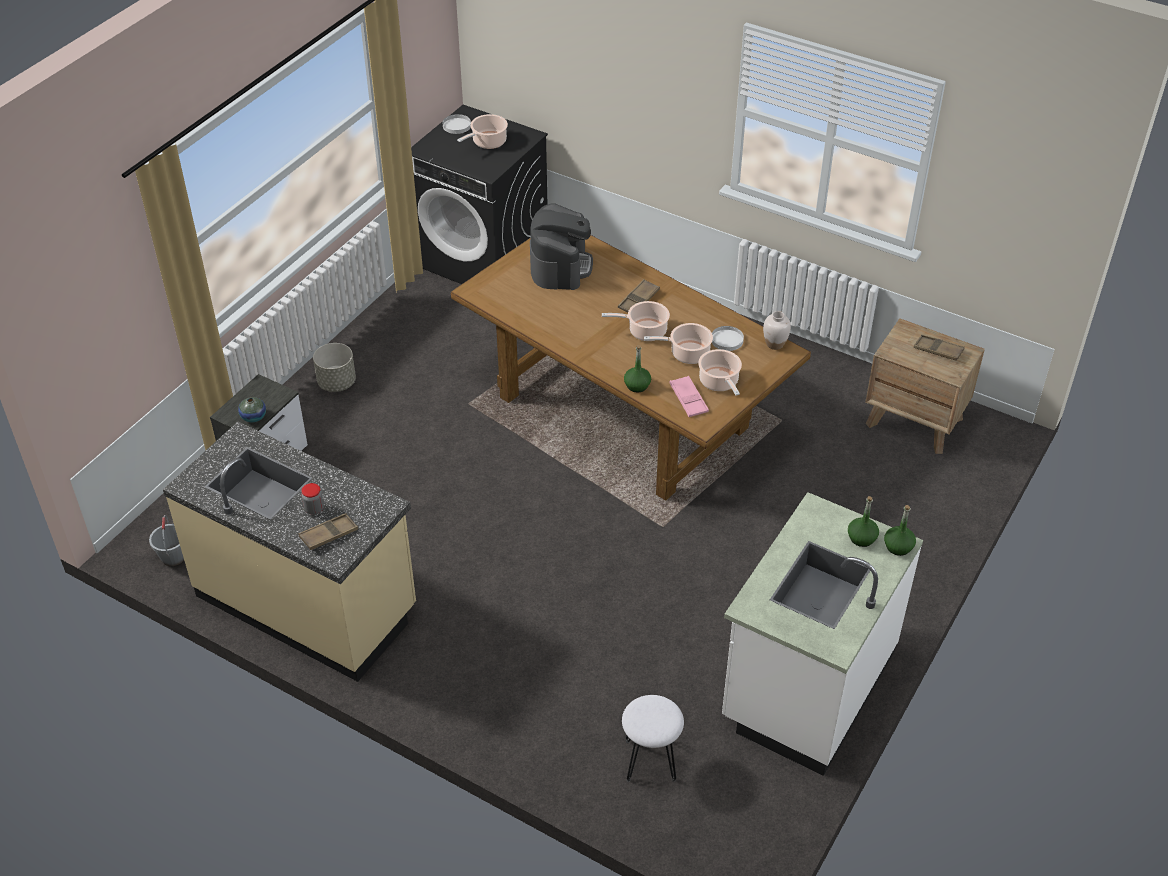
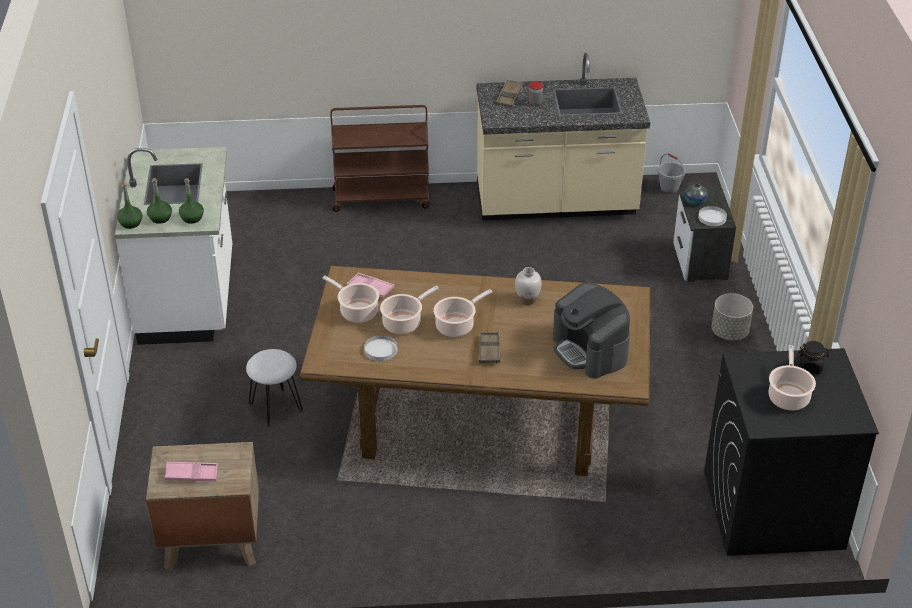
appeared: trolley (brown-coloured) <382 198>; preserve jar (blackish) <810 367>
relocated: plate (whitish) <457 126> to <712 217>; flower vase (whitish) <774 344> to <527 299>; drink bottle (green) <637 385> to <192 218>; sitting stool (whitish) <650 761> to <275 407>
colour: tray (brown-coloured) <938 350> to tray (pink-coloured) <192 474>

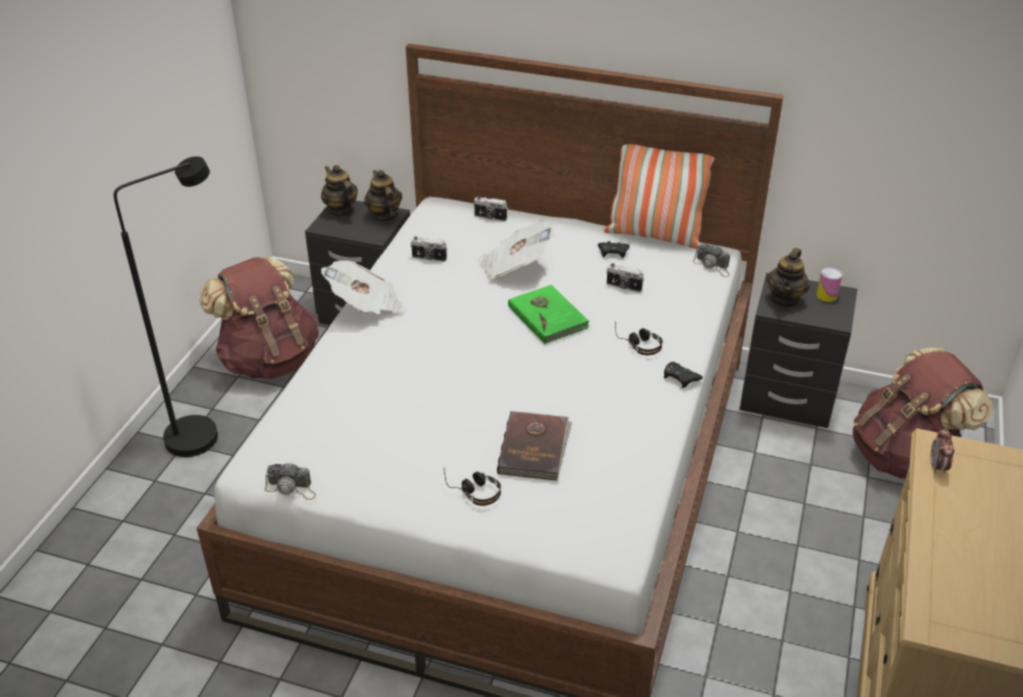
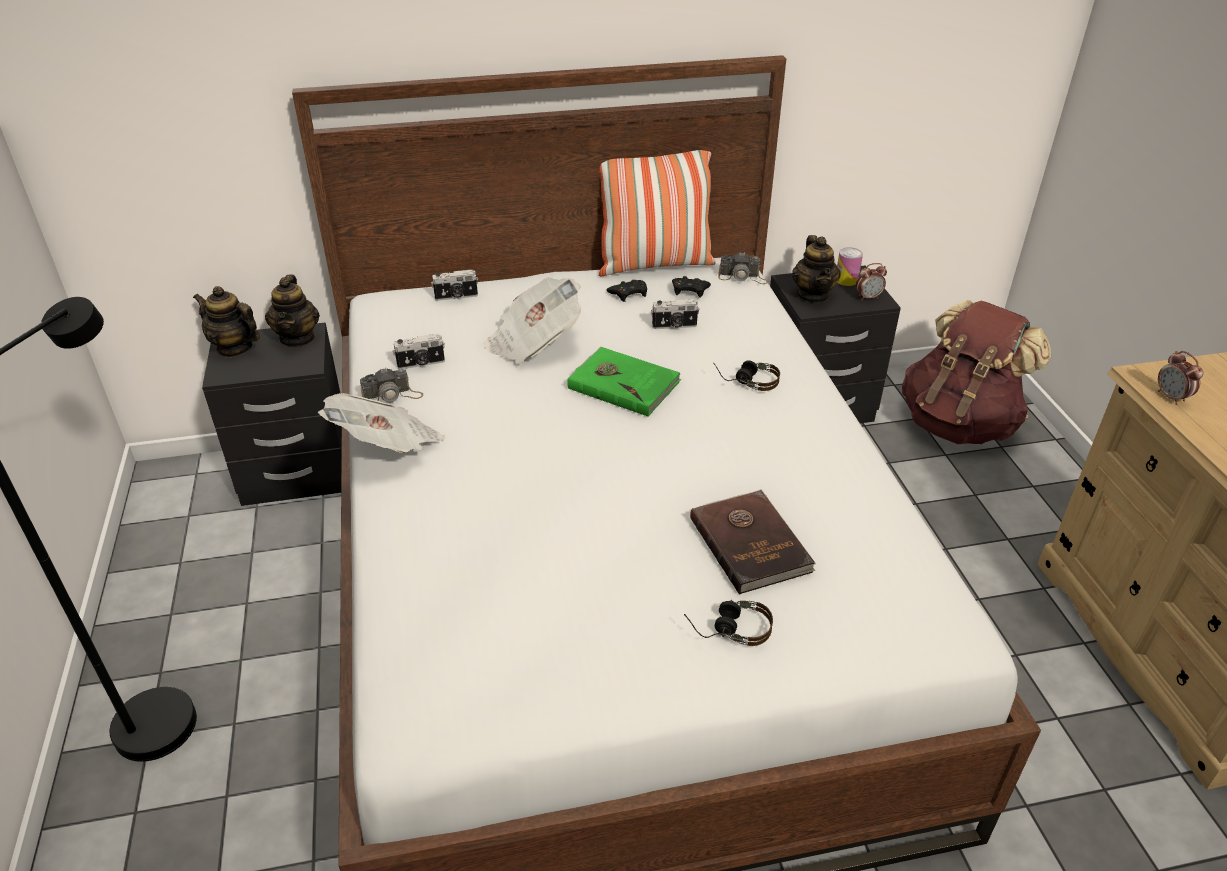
missing: knapsack (brown-coloured) <269 360>
appeared: alarm clock <868 297>
relocated: joypad (blackish) <680 377> to <689 290>; still camera <291 488> to <392 396>
spun: pot for tea <384 216> = <298 338> 135 degrees counterclockwise

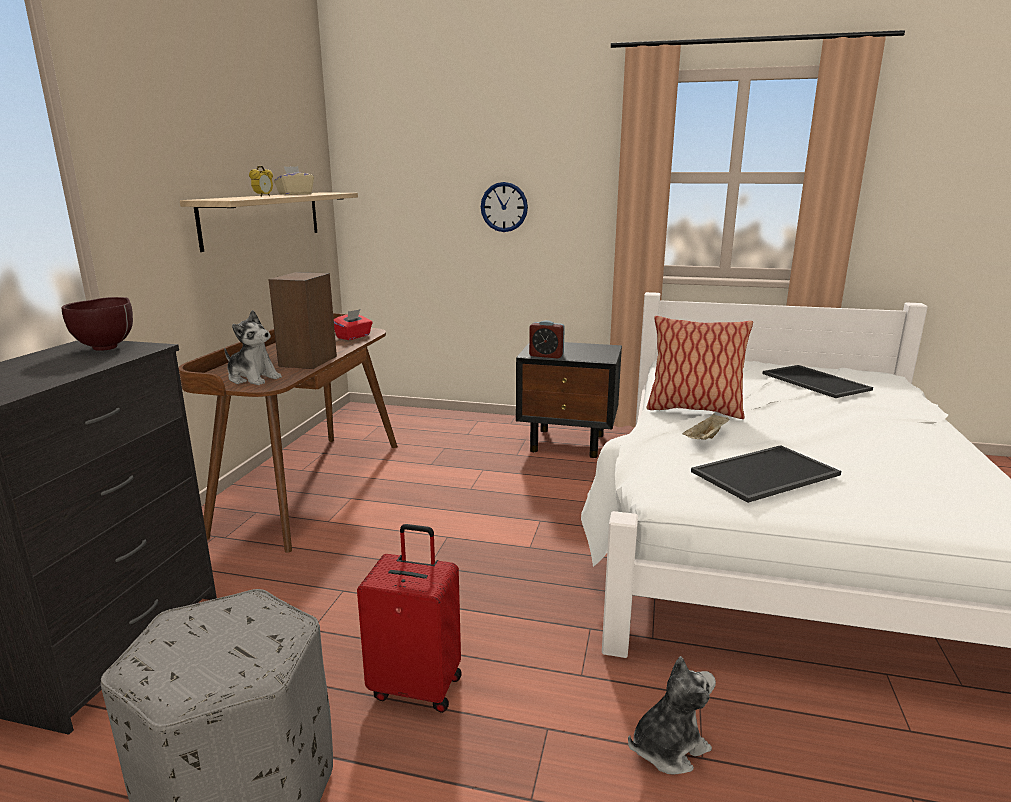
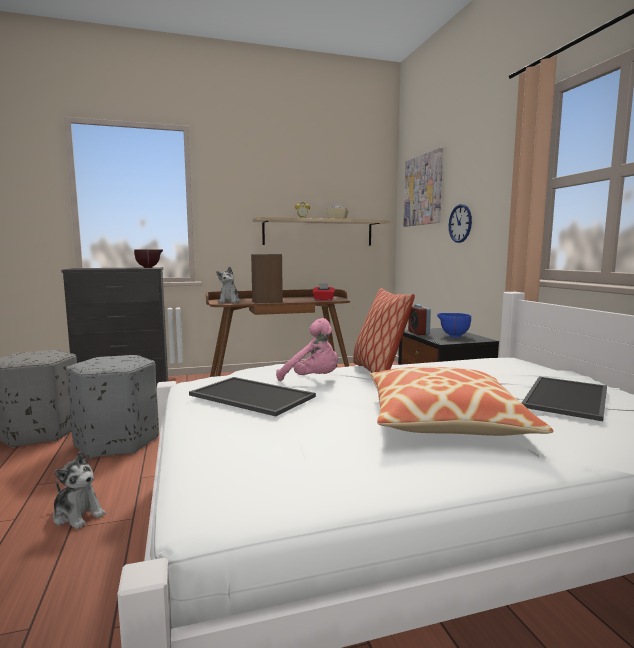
appeared: picture <423 190>; bowl (blue-coloured) <453 336>; pillow <444 420>
exchanged: tray (beige) <706 439> to plush toy (pink-coloured) <313 380>; piece of luggage (reddish) <417 686> to pouffe (greyish) <117 442>

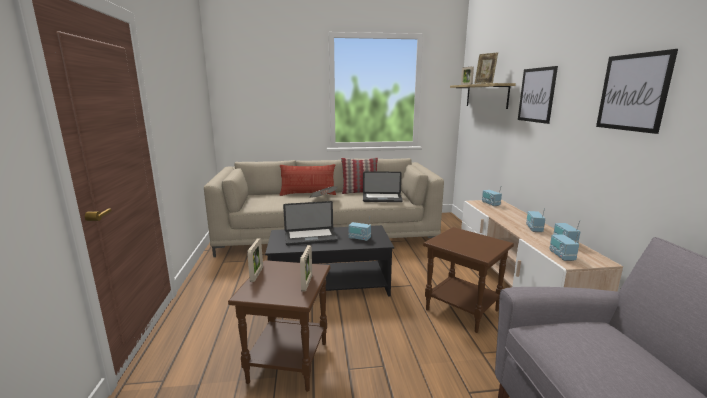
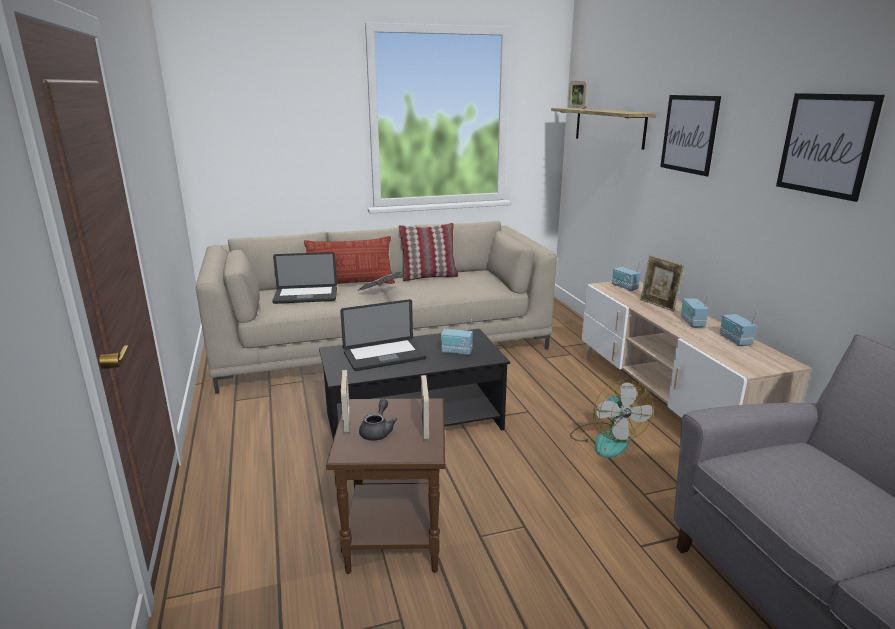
missing: radio <561 256>
appeared: pot for tea (greyish) <378 431>
relocated: standing frame <484 83> to <658 305>; notebook computer <382 198> to <306 296>
exchanged: accent table (brown-coloured) <463 310> to fan <606 439>

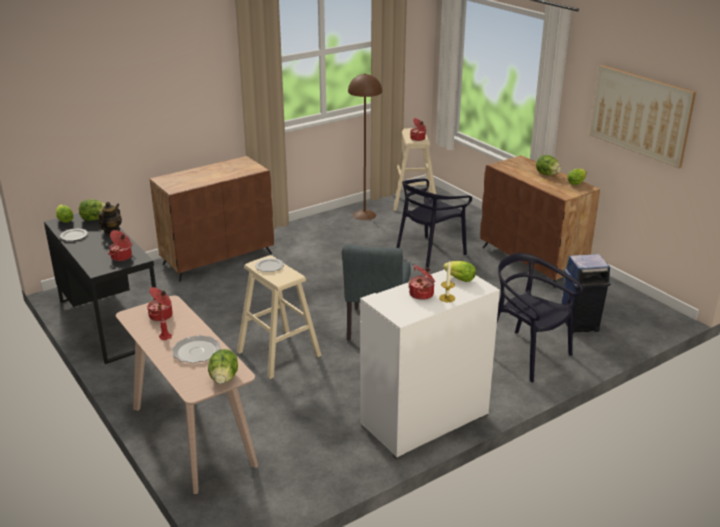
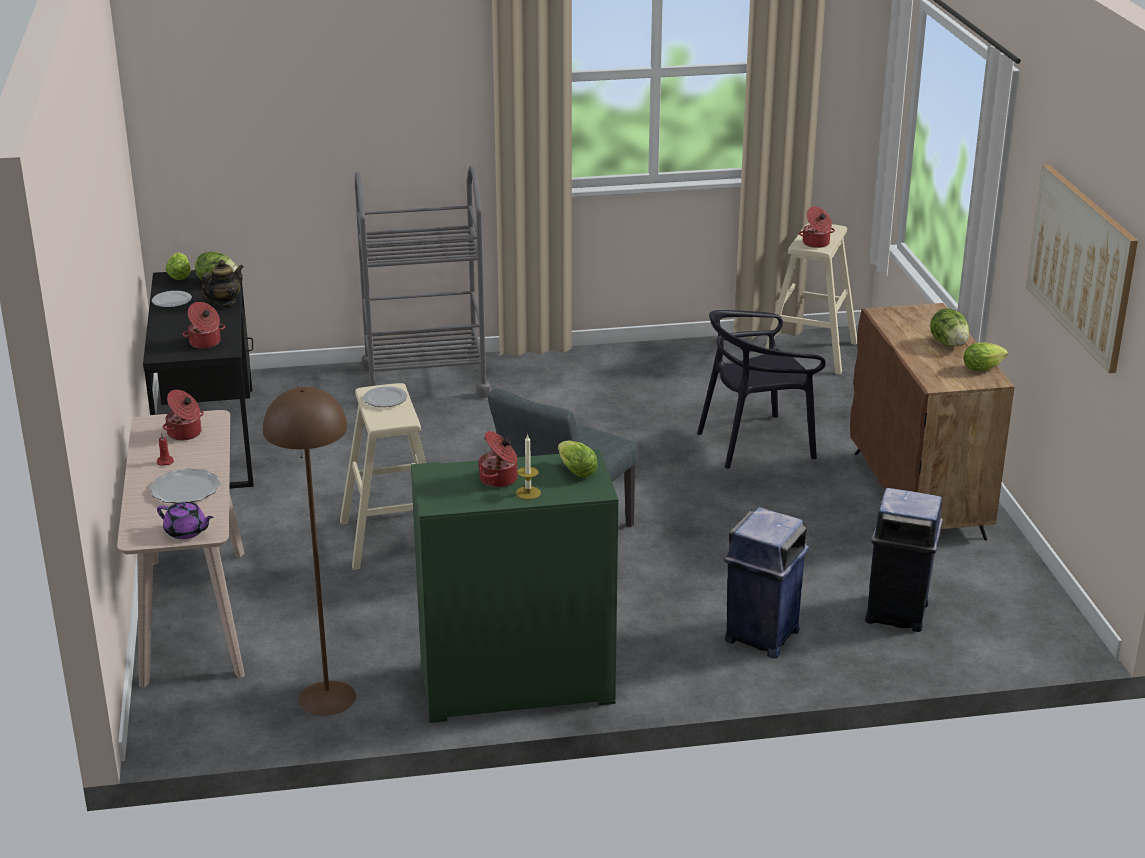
relocated: standard lamp (brown-coloured) <365 215> to <328 698>
exchanged: cabinet (brown-coloured) <218 258> to trolley (greyish) <425 381>; upright chair (blackish) <527 355> to trash can (blue-coloured) <761 636>; head of lettuce <224 379> to pot for tea (purplish) <186 532>
colour: cabinet (whitish) <424 421> to cabinet (green) <515 685>

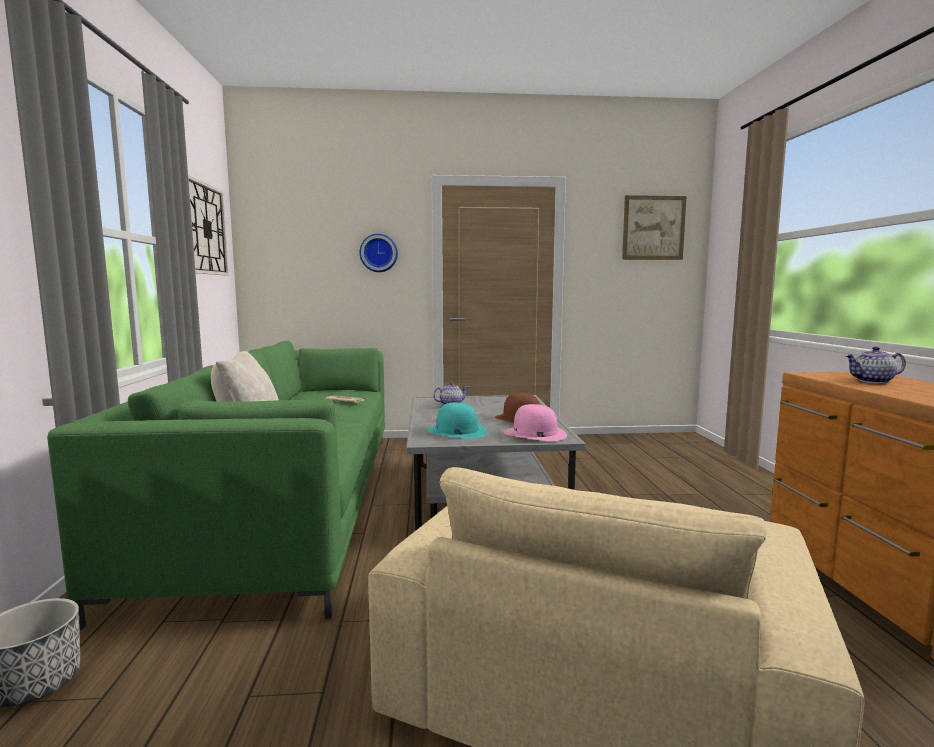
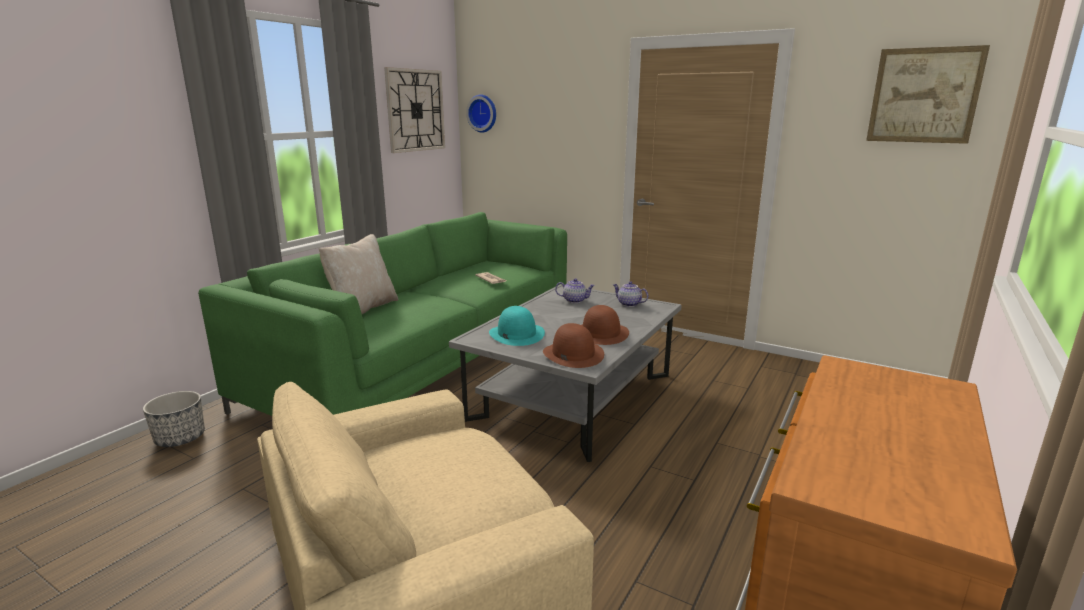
relocated: clock on the wall <378 253> to <483 113>; pot for tea <873 381> to <628 304>
colour: wearable hat (pink-coloured) <534 433> to wearable hat (brown-coloured) <573 354>

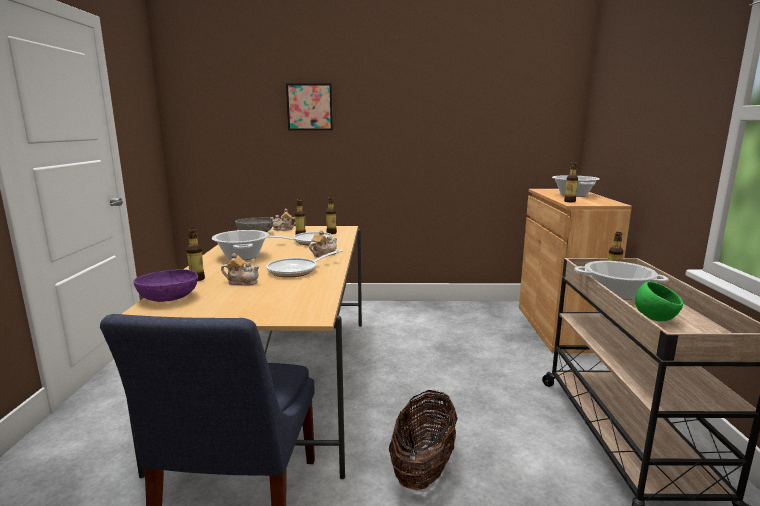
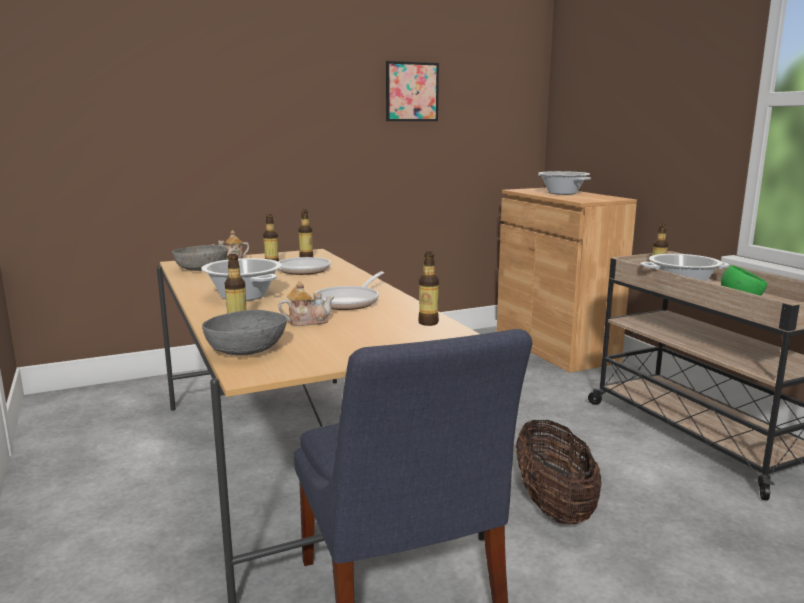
missing: pot for tea <323 254>
relocated: picture <309 107> to <412 92>; drink bottle <569 201> to <428 323>
colour: bowl (purplish) <169 298> to bowl (greyish) <247 350>

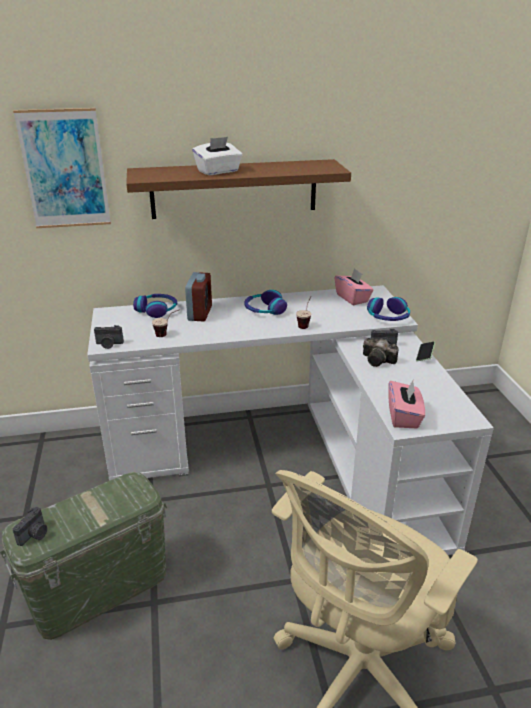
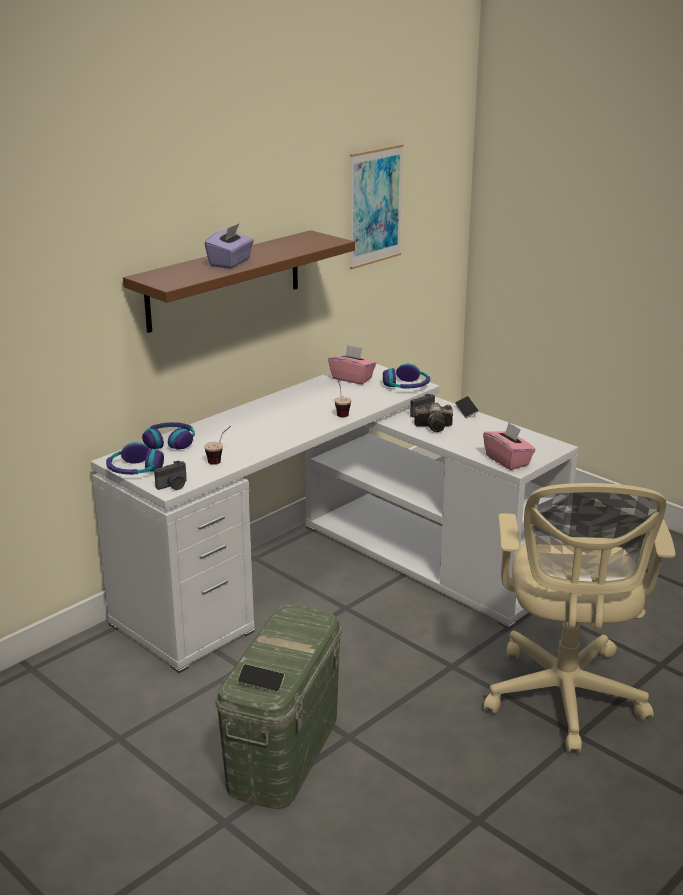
missing: alarm clock <200 313>
relocated: picture <65 169> to <375 206>; pair of headphones <264 310> to <134 470>
exchanged: still camera <34 535> to telephone <261 683>
colour: tissue box (whitish) <218 171> to tissue box (purplish) <230 263>

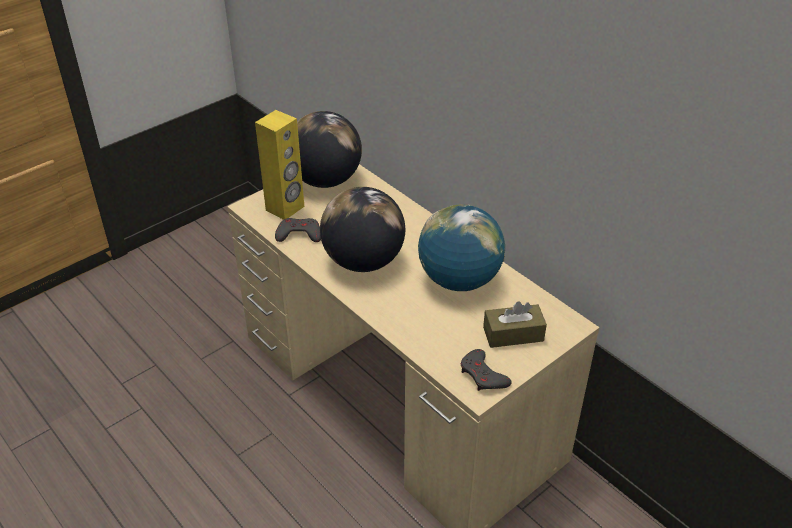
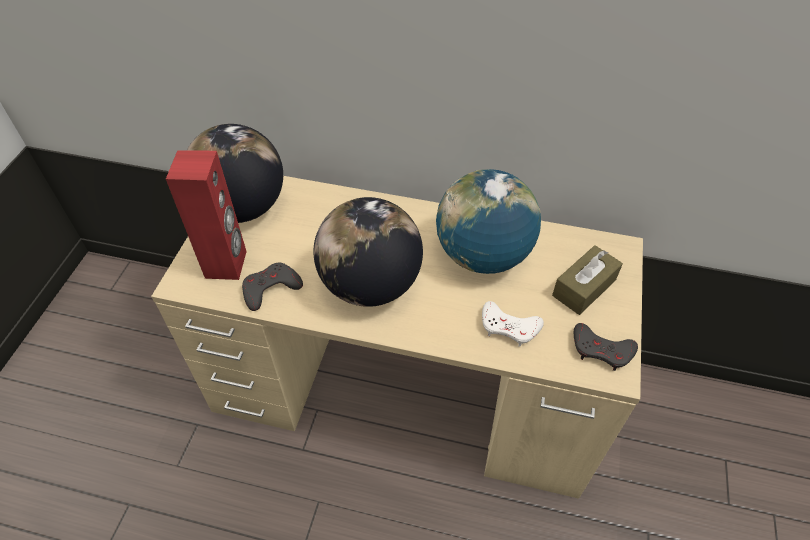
appeared: joypad (whitish) <509 327>
colour: speaker (yellow) <285 208> to speaker (reddish) <226 264>

